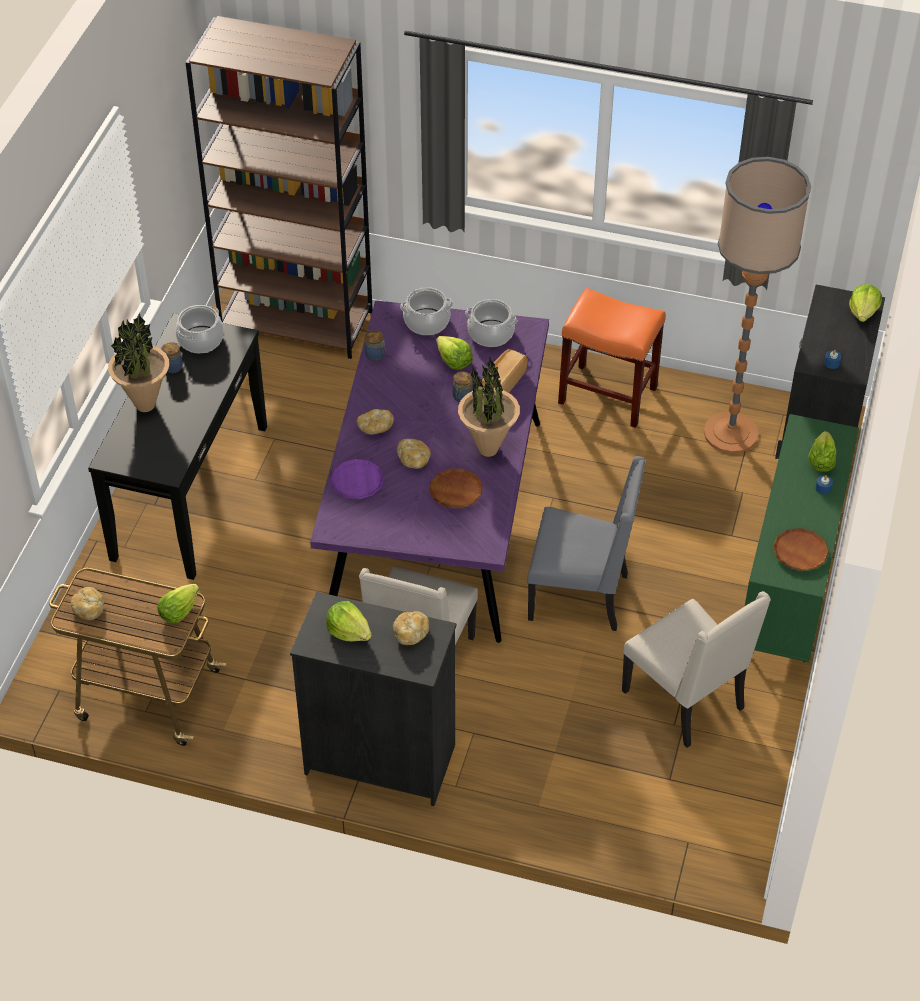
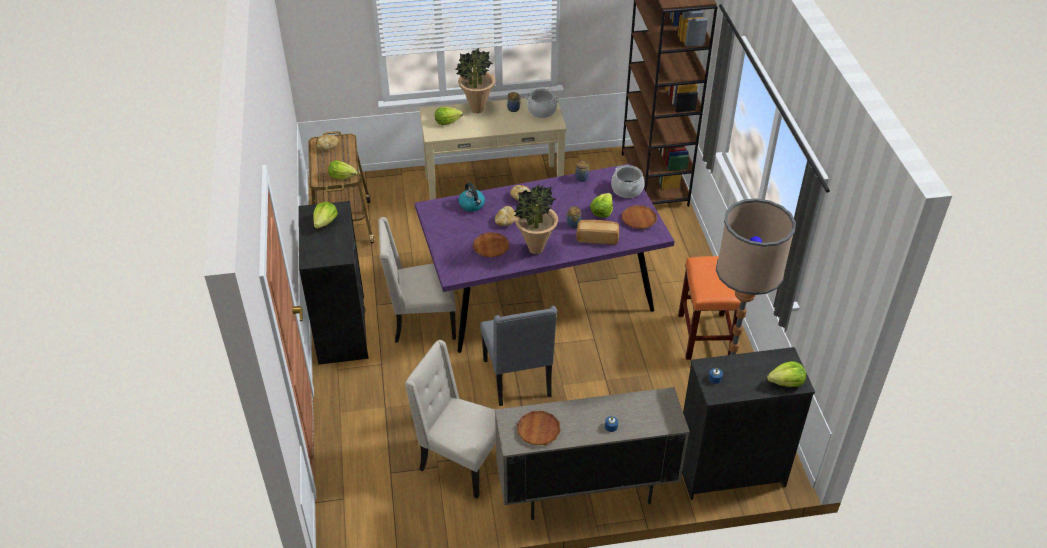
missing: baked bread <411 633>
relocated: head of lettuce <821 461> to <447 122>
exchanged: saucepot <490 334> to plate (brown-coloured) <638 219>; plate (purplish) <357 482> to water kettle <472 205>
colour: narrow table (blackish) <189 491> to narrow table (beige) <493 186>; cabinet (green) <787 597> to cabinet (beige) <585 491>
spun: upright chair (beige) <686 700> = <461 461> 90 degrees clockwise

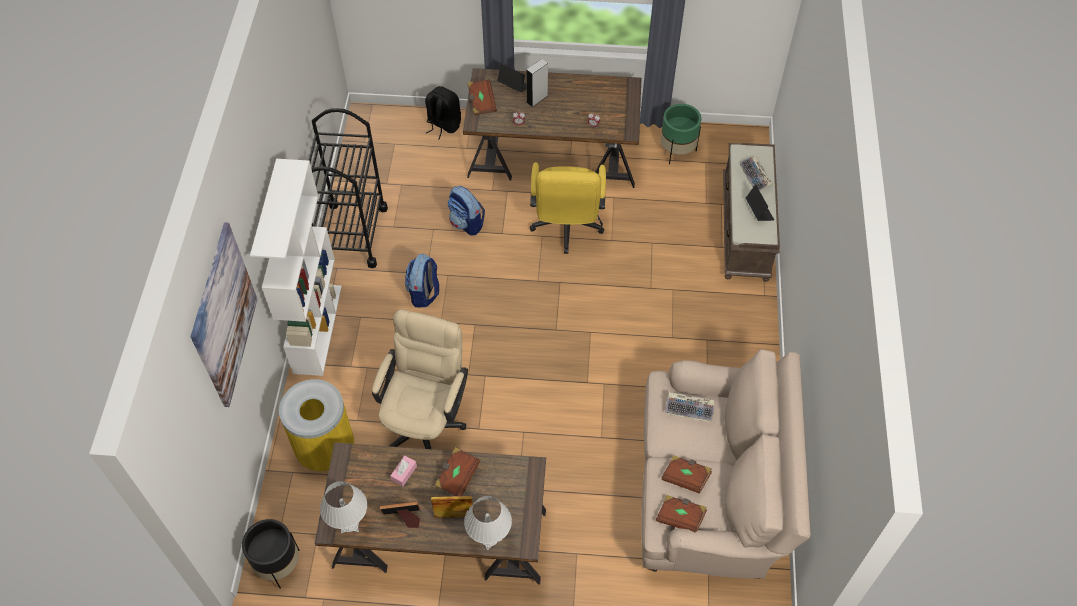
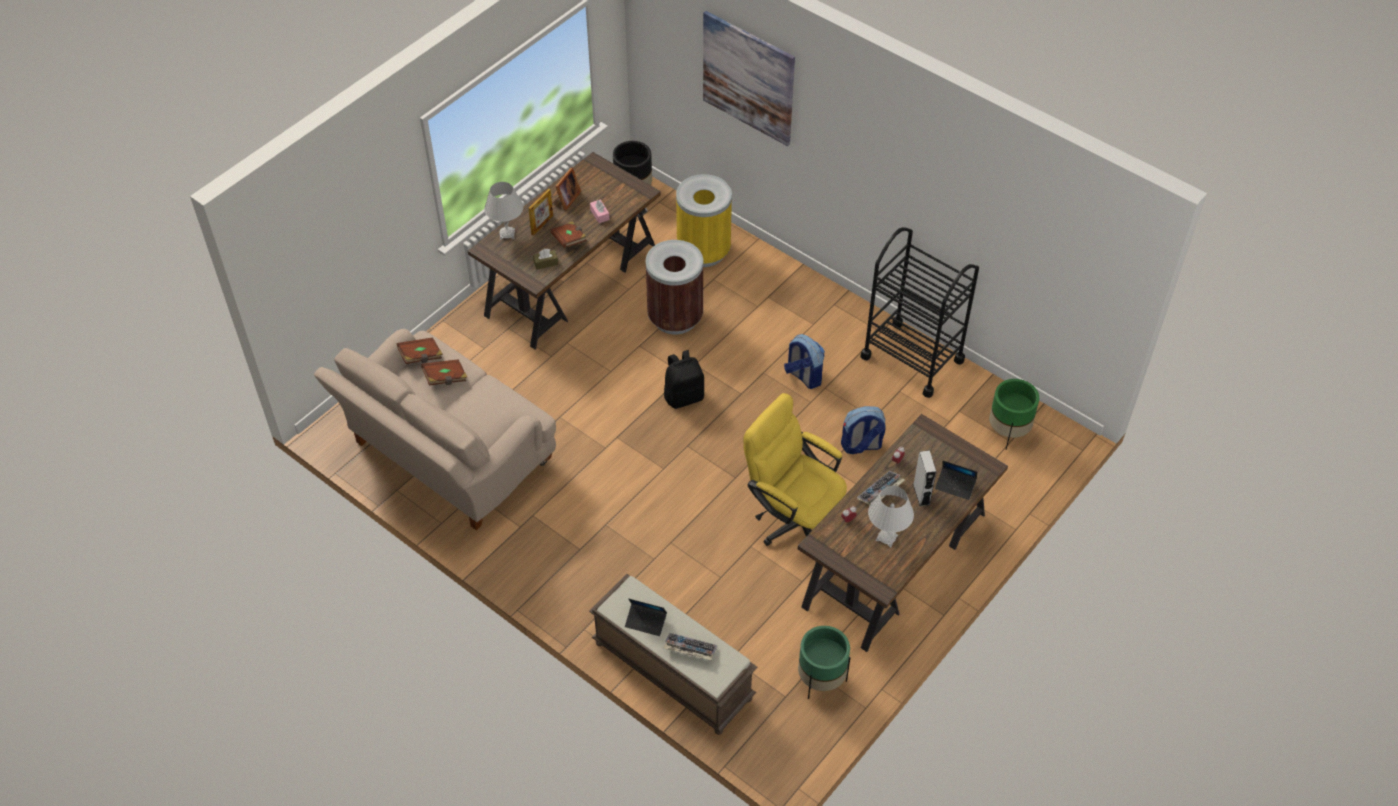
missing: volume (brown-coloured) <481 102>; bookcase (whitish) <317 328>
appeared: tissue box (brown-coloured) <546 263>; planter (green) <1008 432>
relocated: knapsack (blackish) <443 125> to <684 396>; PC keyboard <690 408> to <880 492>; tabletop lamp (whitish) <349 524> to <886 538>
exchanged: office chair (beige) <426 421> to trash can (brown-coloured) <675 318>
spun: notebook computer <514 86> = <955 486> 45 degrees clockwise

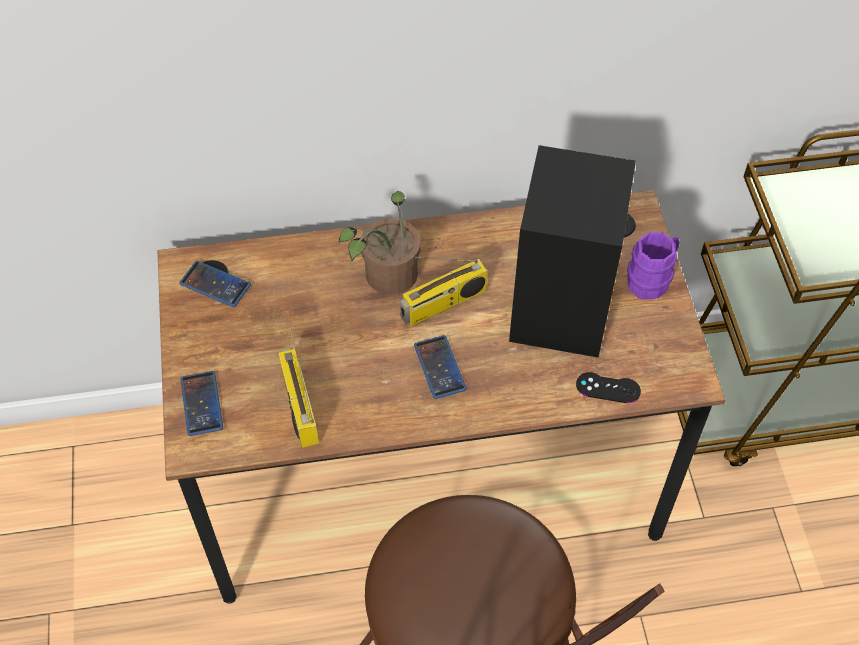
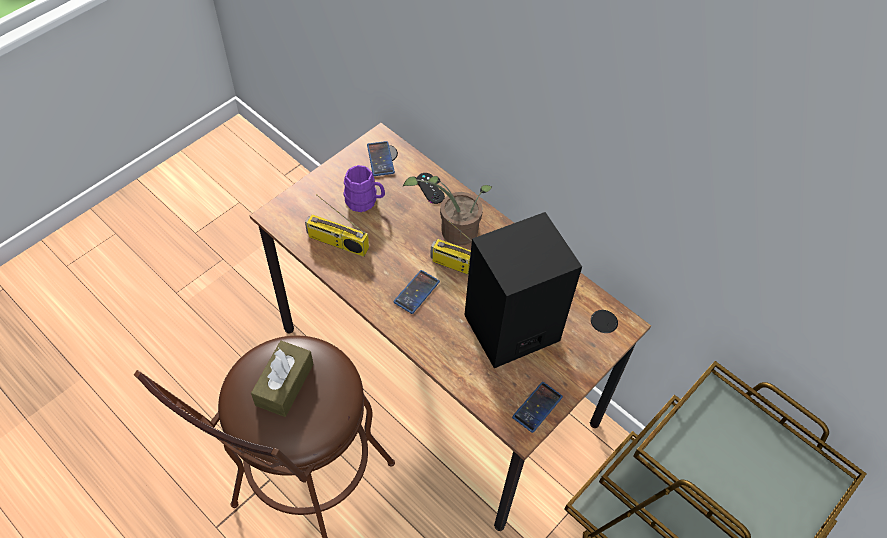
appeared: tissue box (brown-coloured) <284 384>
relocated: coffee mug (purplish) <652 278> to <365 201>; telephone <201 404> to <537 407>; joypad (blackish) <608 388> to <430 188>
spun: radio <298 405> = <337 242> 105 degrees counterclockwise

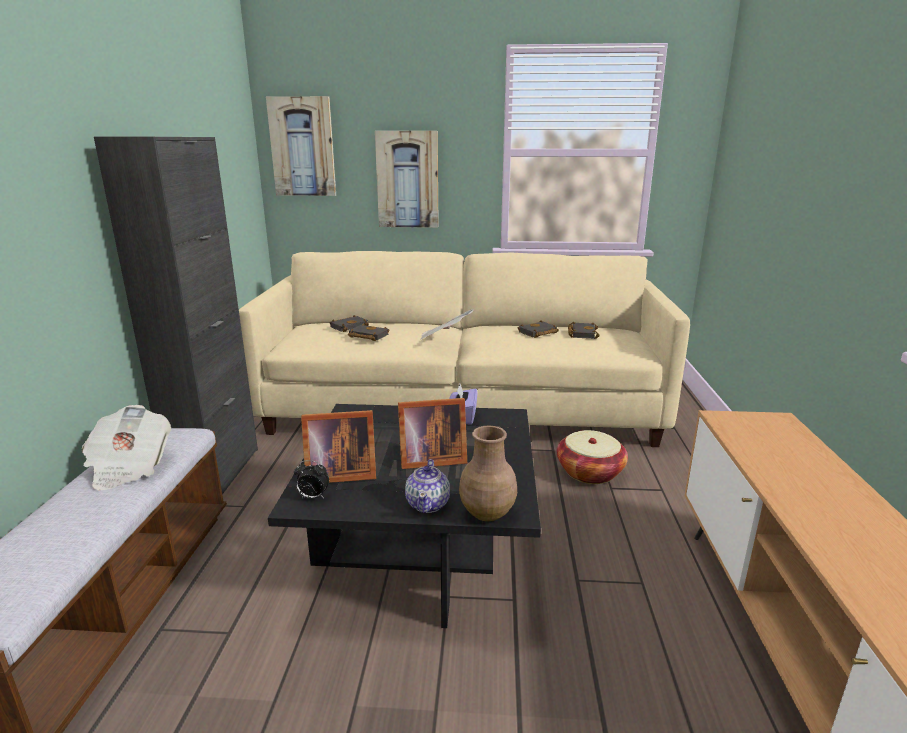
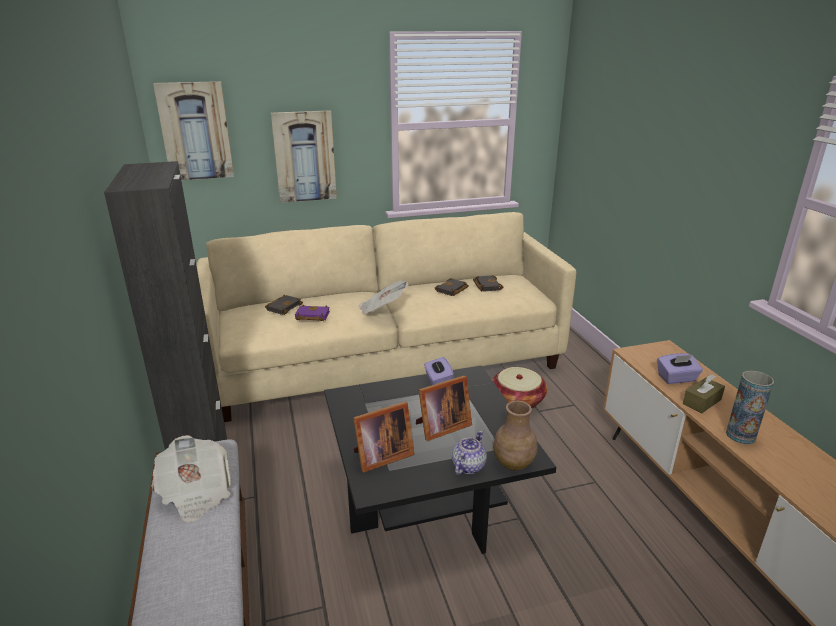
missing: alarm clock <312 497>
appeared: tissue box (purplish) <677 378>; flower vase <740 435>; tissue box (brown-coloured) <702 402>
colour: volume (blackish) <367 336> to volume (purplish) <311 316>
spun: pot for tea <428 504> = <468 466> 135 degrees counterclockwise

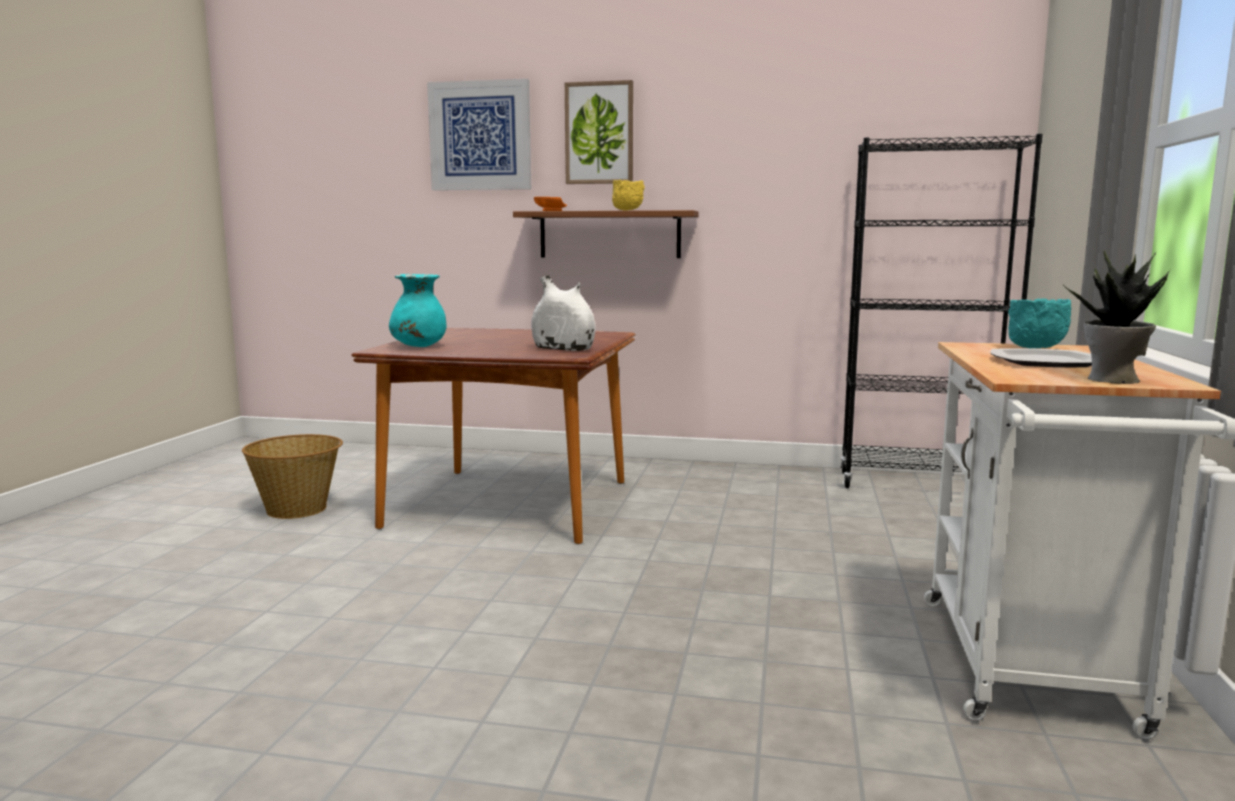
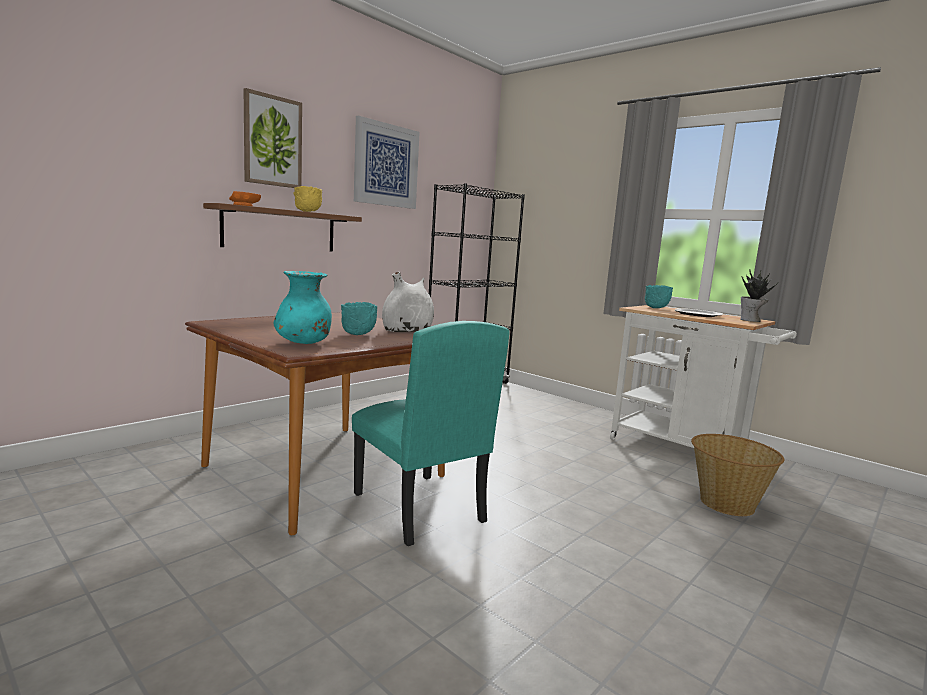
appeared: bowl (turquoise-coloured) <359 334>; upright chair (turquoise-coloured) <417 507>
relocated: picture <480 136> to <386 165>; basket <298 509> to <726 503>

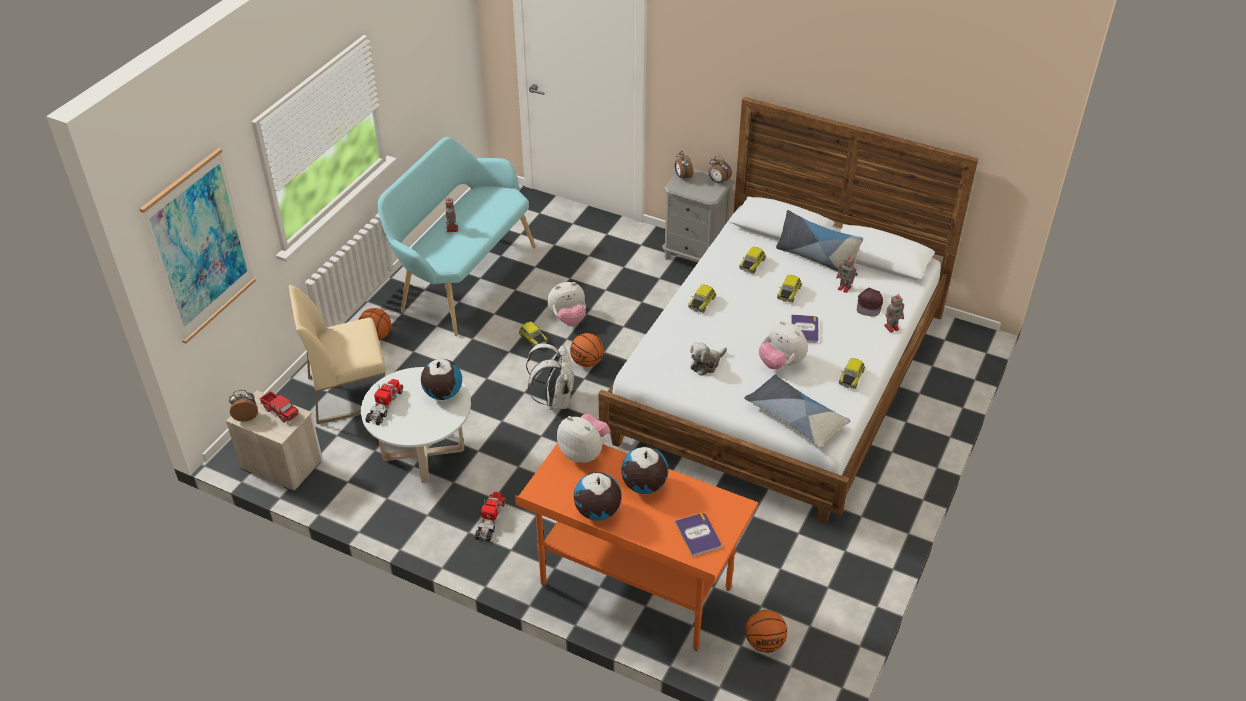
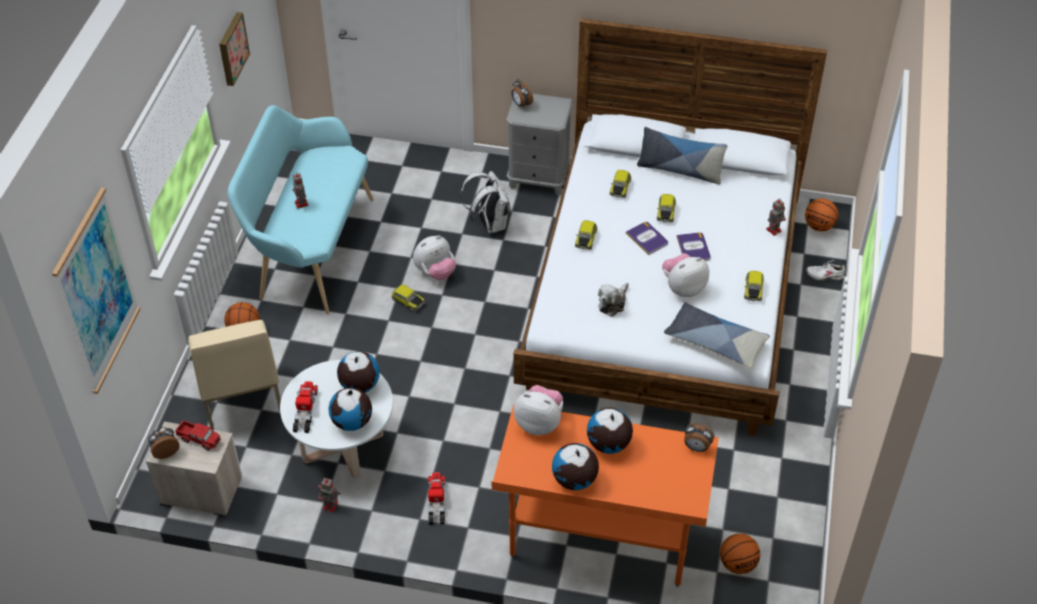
missing: baseball cap (brown-coloured) <870 304>
appeared: picture <231 48>; low shoe (whitish) <825 275>; world globe <352 422>
relocated: alarm clock <718 181> to <696 447>; model robot <845 288> to <331 506>; basketball ball <587 362> to <819 226>; knapsack (whitish) <555 400> to <489 224>; volume <698 535> to <647 238>
spun: upright chair (beige) <349 392> = <240 397> 75 degrees counterclockwise; plush toy <781 363> = <683 288> 120 degrees clockwise

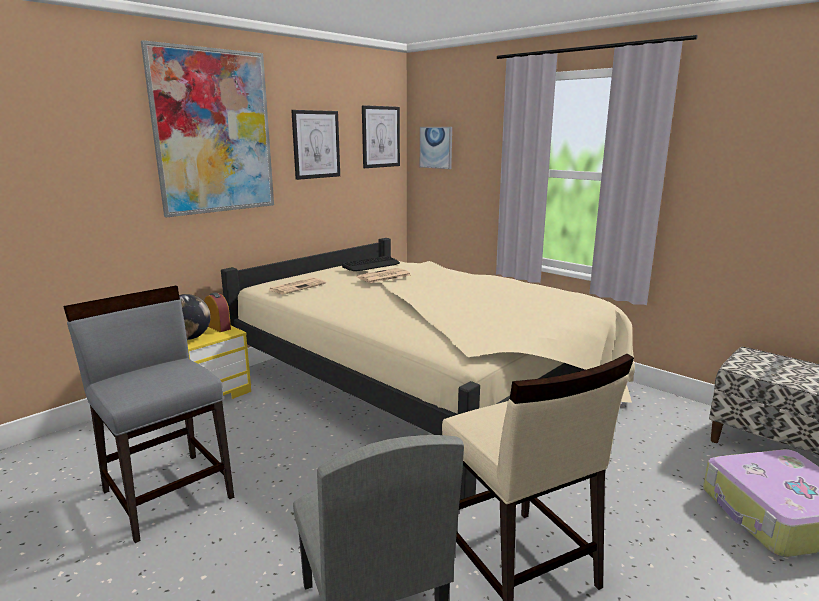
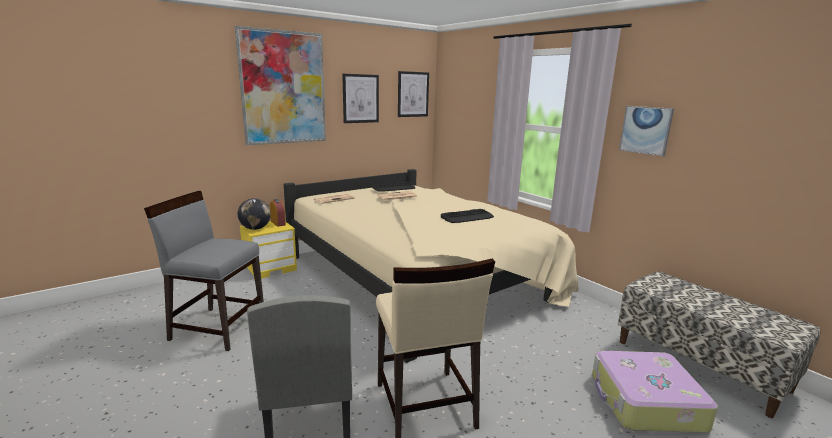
appeared: PC keyboard <467 217>
relocated: picture <436 147> to <645 130>
spun: upright chair (greyish) <168 493> = <218 327> 45 degrees counterclockwise

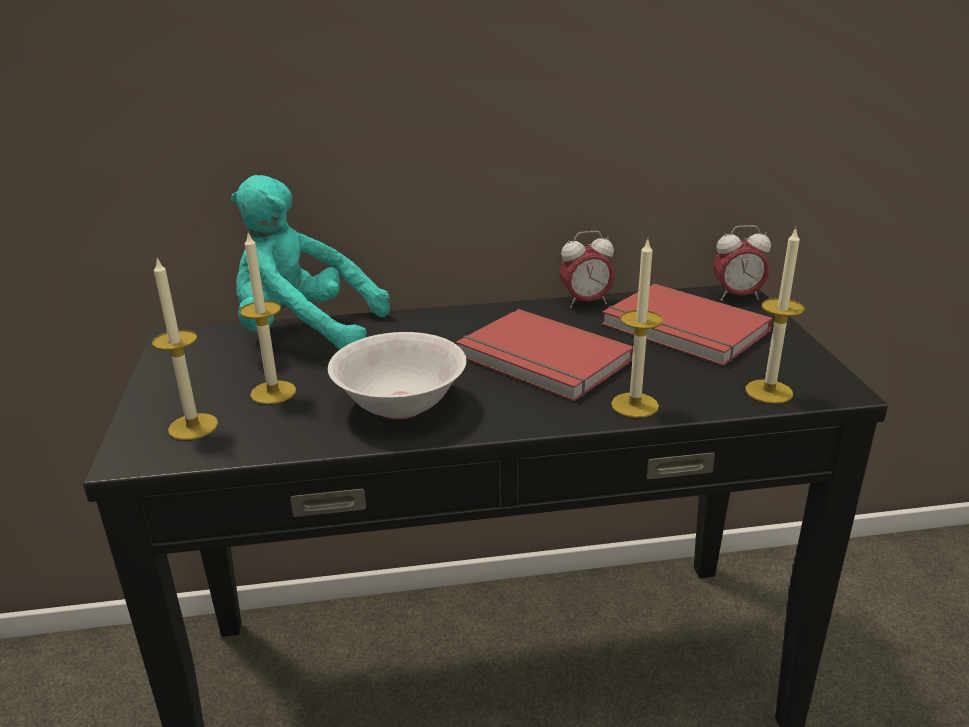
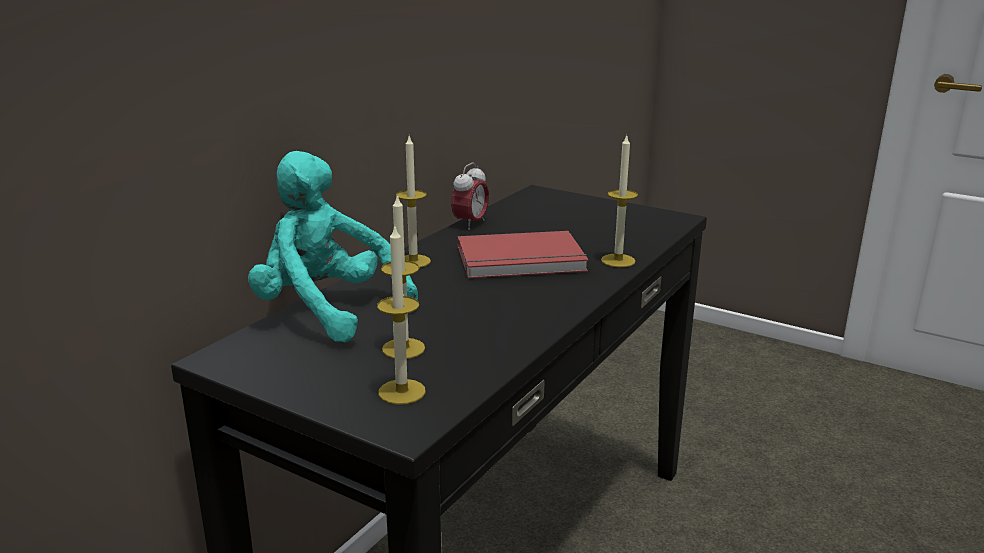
missing: alarm clock <737 297>; volume (reddish) <683 330>; bowl (whitish) <400 406>
relocated: wax light <769 391> to <413 261>
spun: plush toy (turquoise-coloured) <304 334> = <327 311> 75 degrees clockwise

